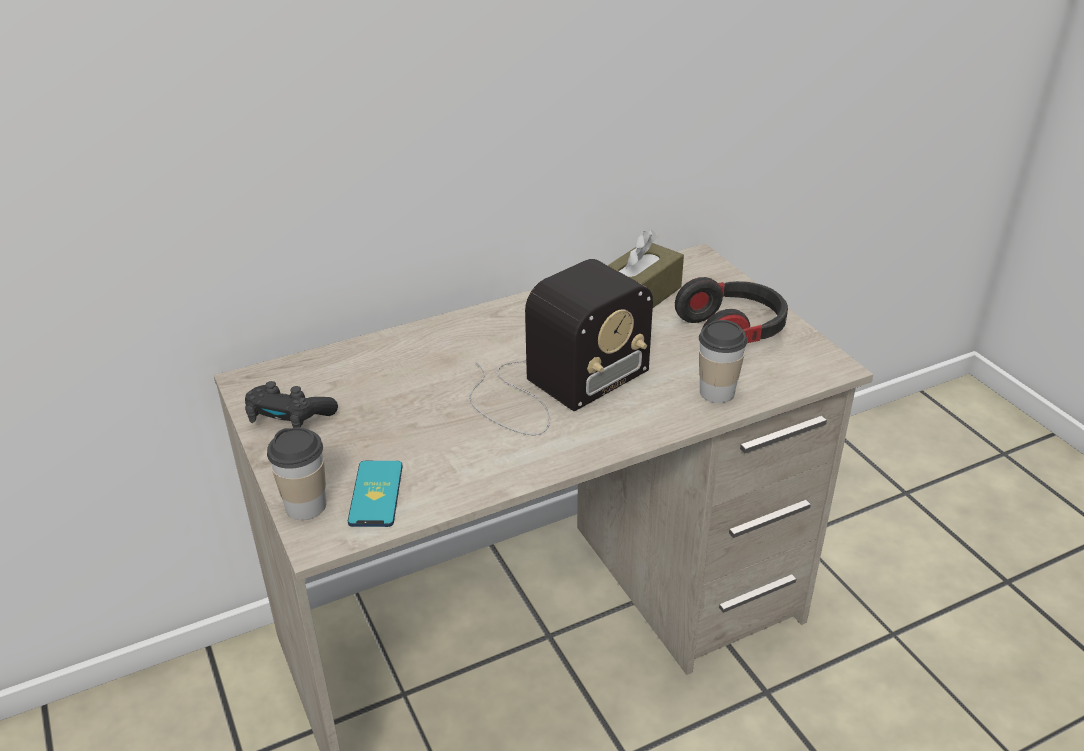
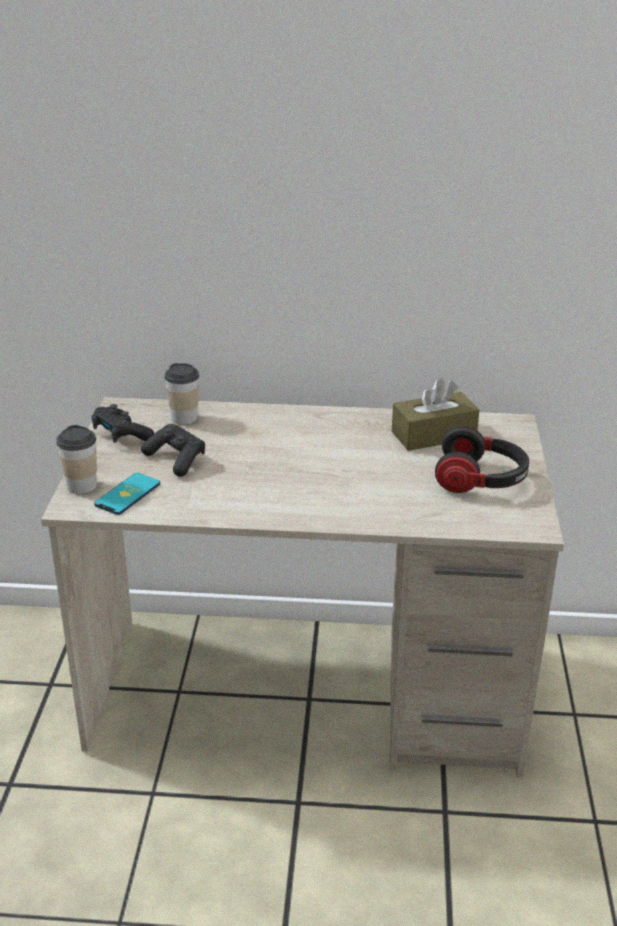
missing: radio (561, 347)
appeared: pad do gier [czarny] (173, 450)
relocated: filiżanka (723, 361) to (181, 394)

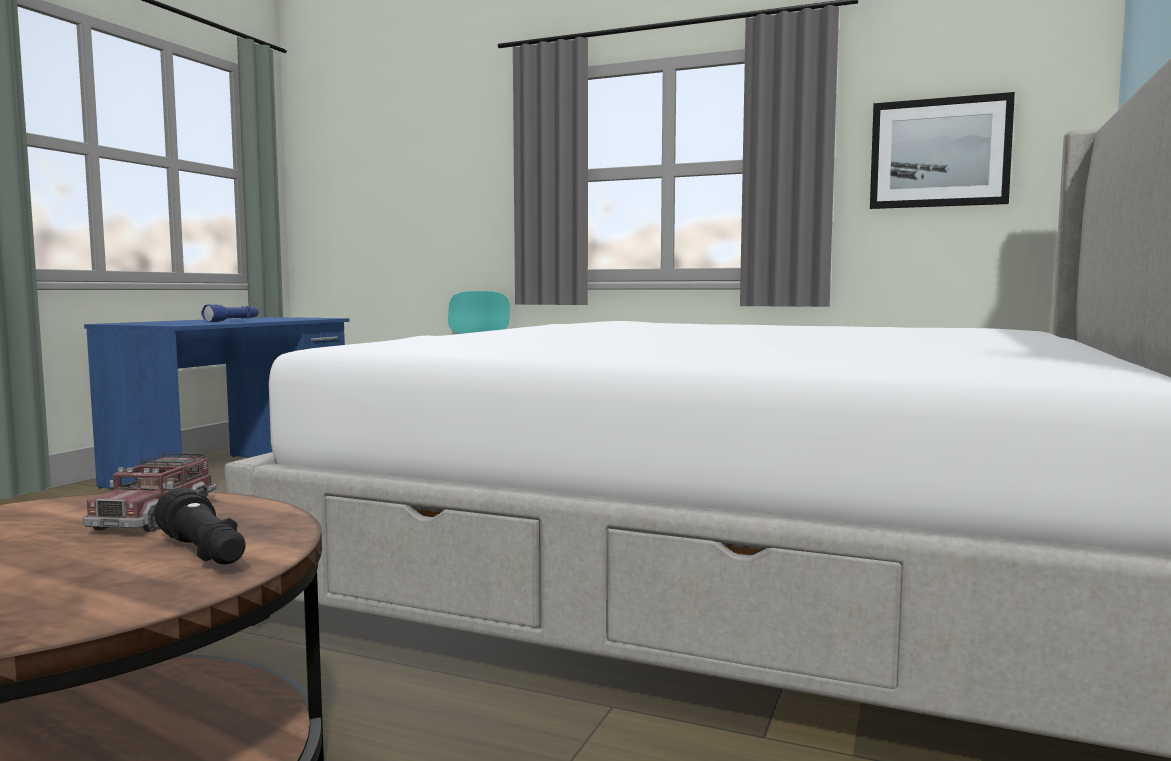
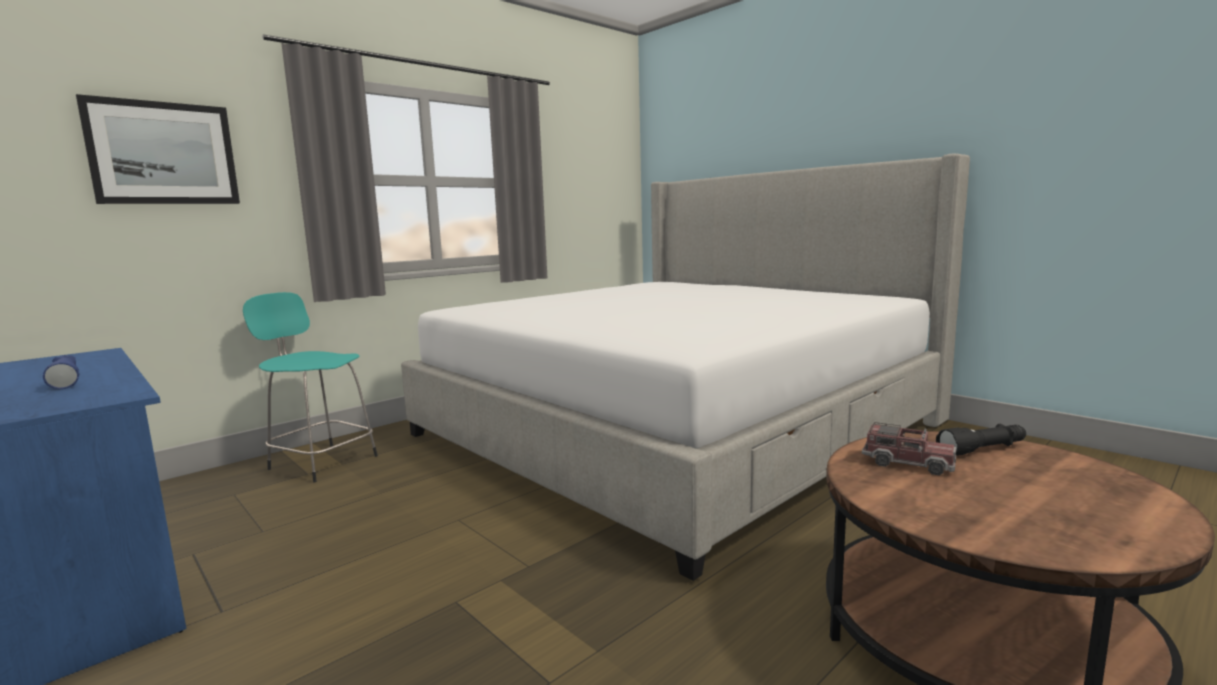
relocated: obraz (942, 150) to (158, 149)

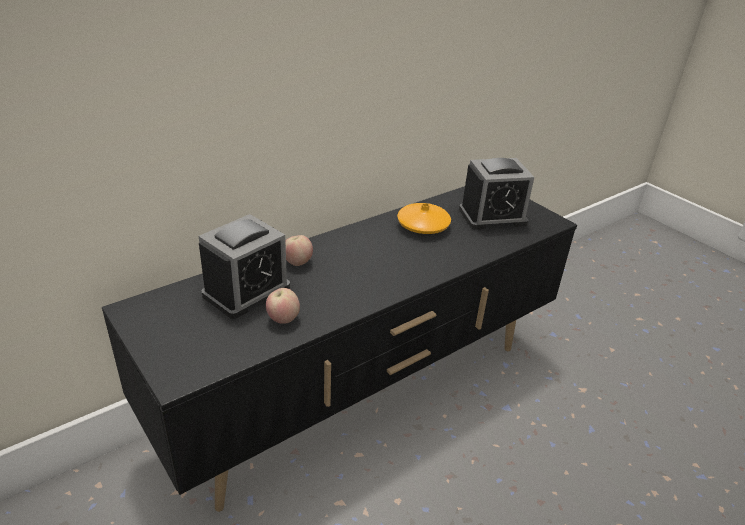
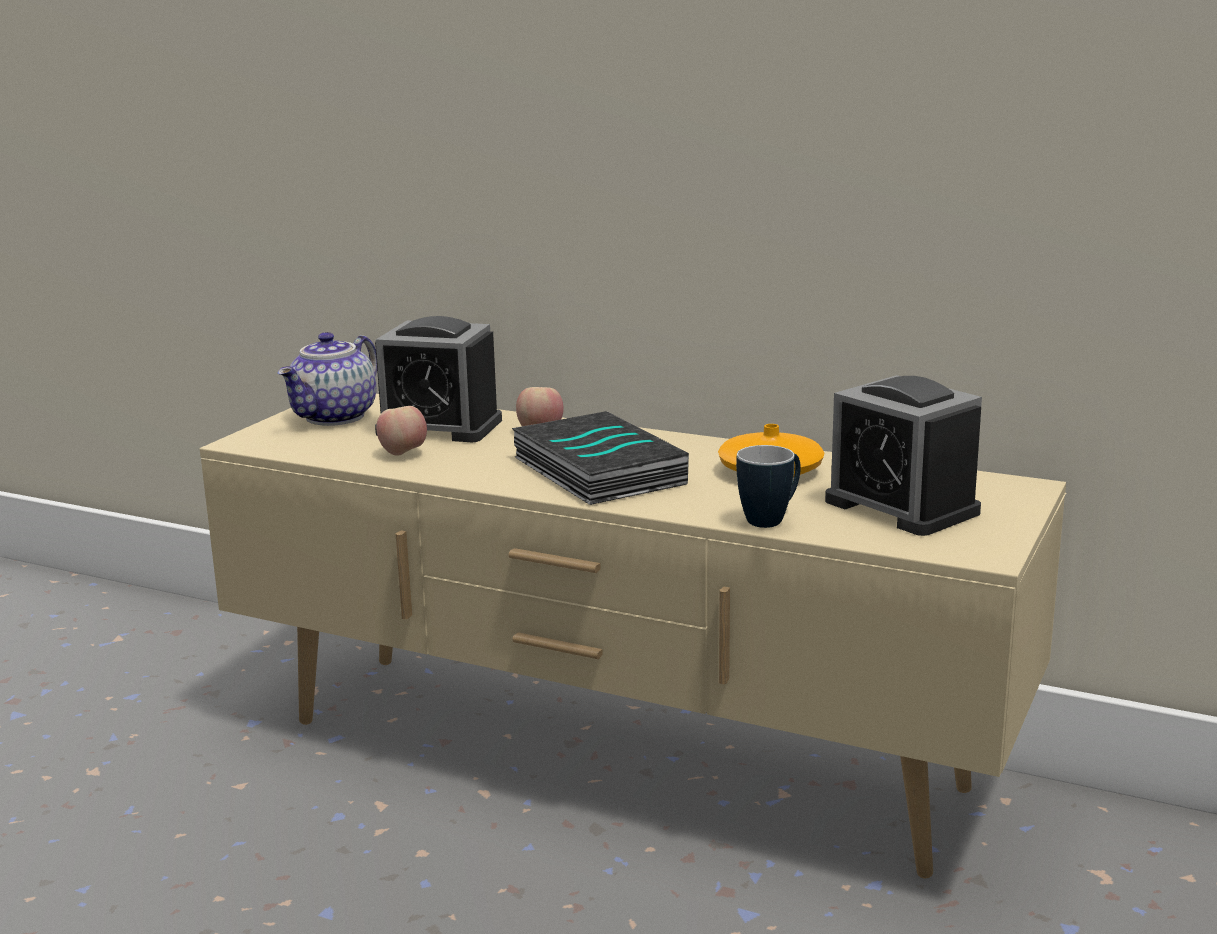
appeared: imbryk (327, 379); książka (600, 458); kubek (768, 486)
colour: szafka pod telewizor [czarny] (339, 349) to szafka pod telewizor [beżowy] (633, 636)

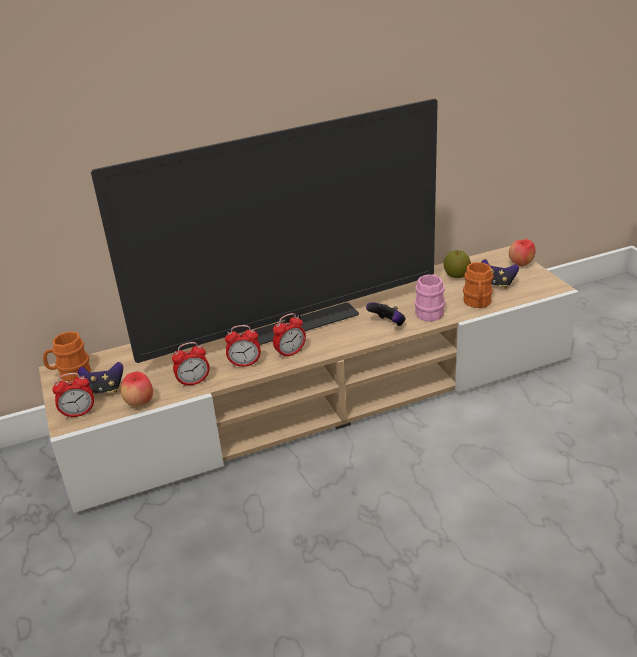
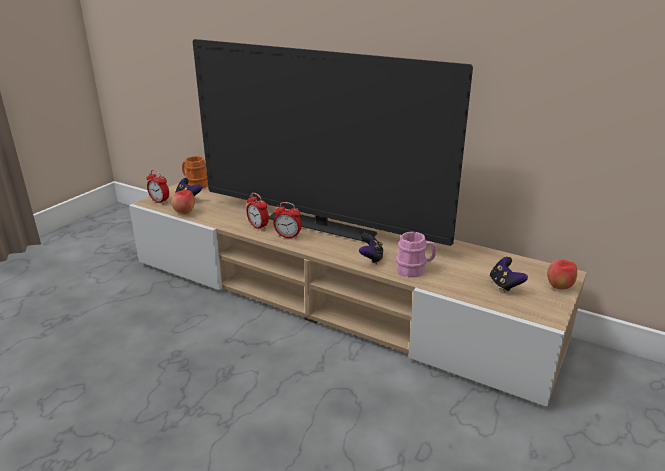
missing: jabłko (457, 264); kubek [pomarańczowy] (478, 285); budzik (191, 365)

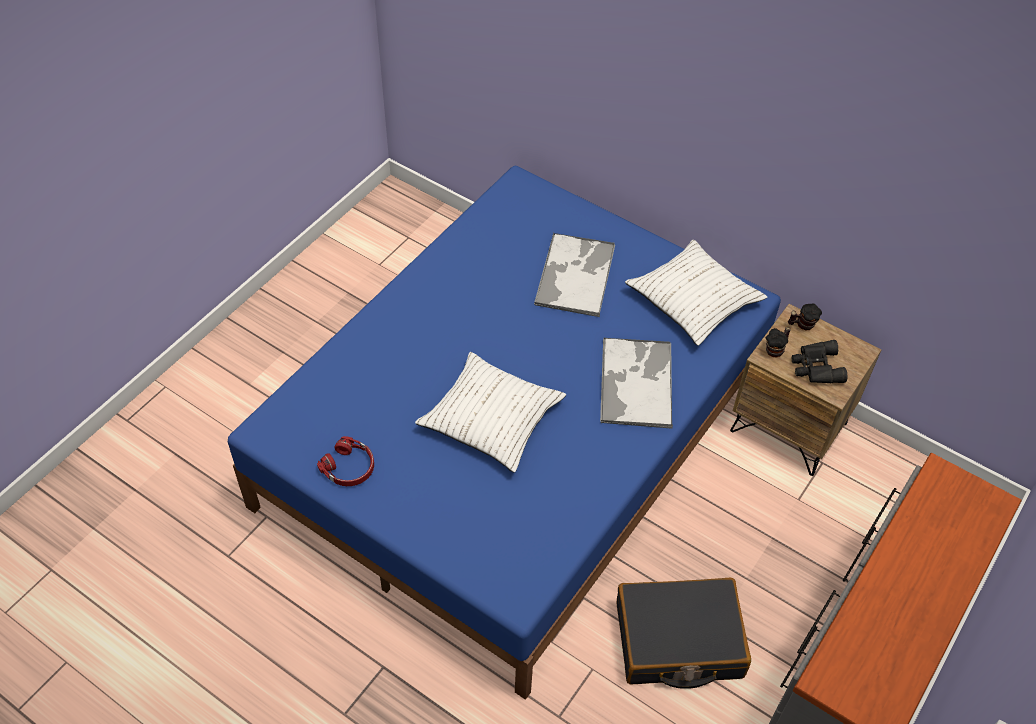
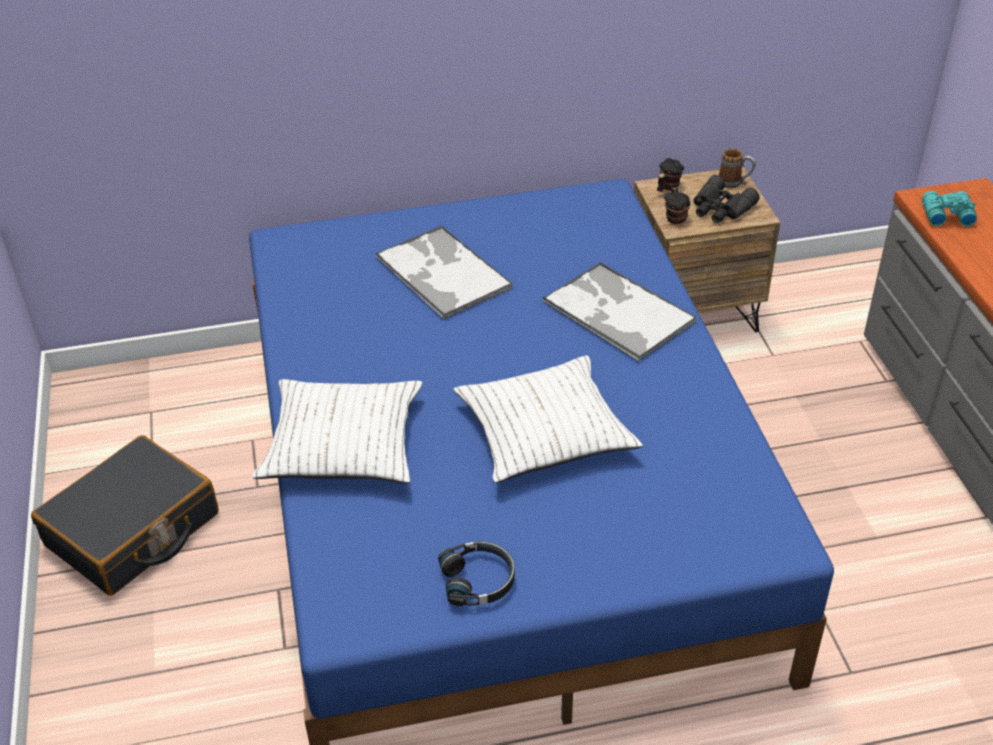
appeared: kubek (737, 168); lornetka [turkusowy] (949, 209)
relocated: poduszka [biały] (696, 293) to (337, 431); walizka [czarny] (683, 633) to (125, 515)
colour: słuchawki [czerwony] (345, 461) to słuchawki [czarny] (476, 573)

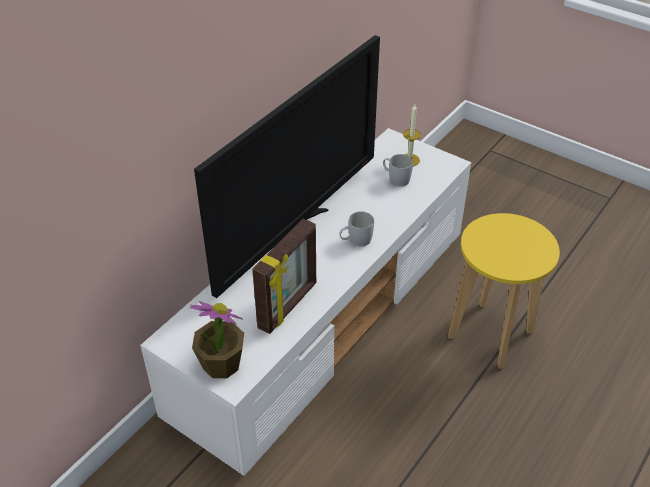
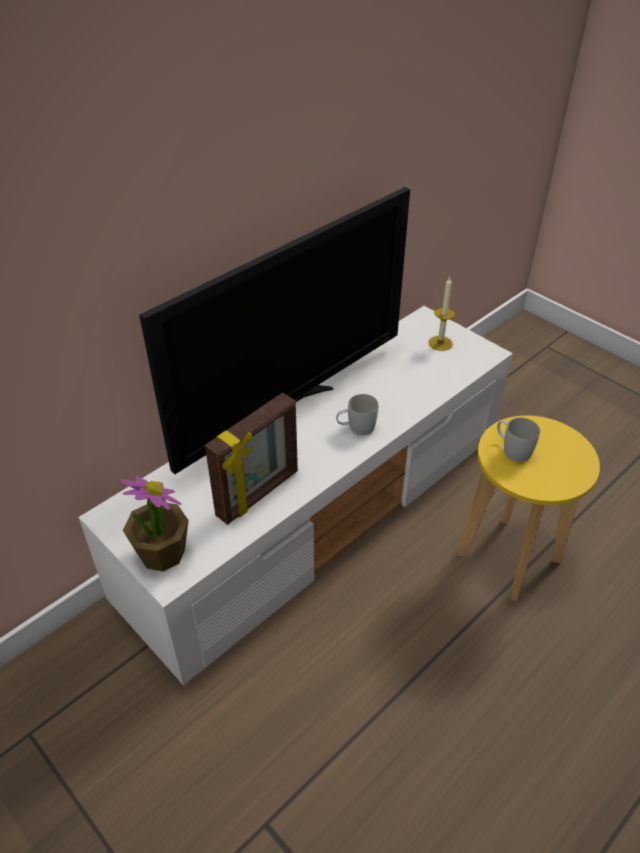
relocated: kubek [biały] (398, 170) to (518, 440)

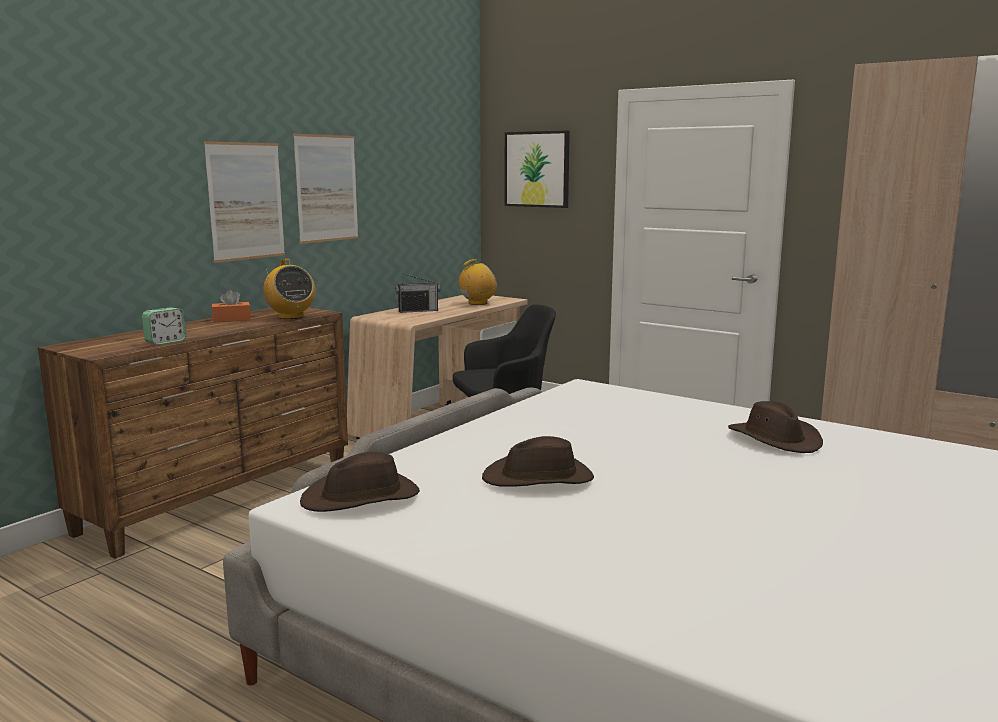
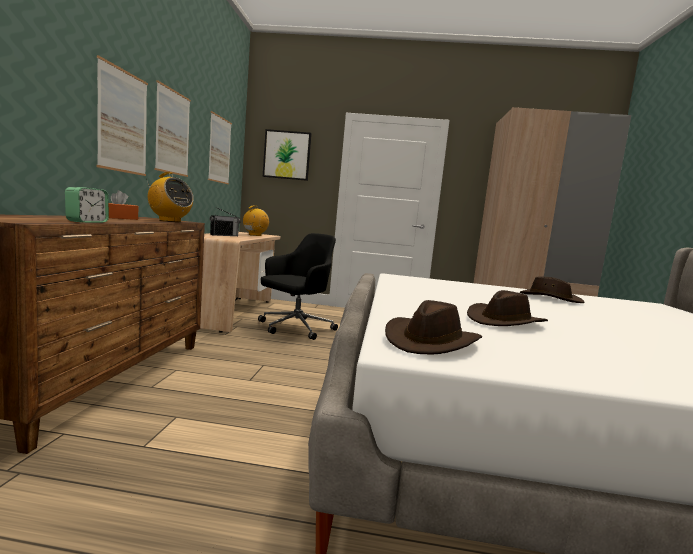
appeared: obraz (220, 147)

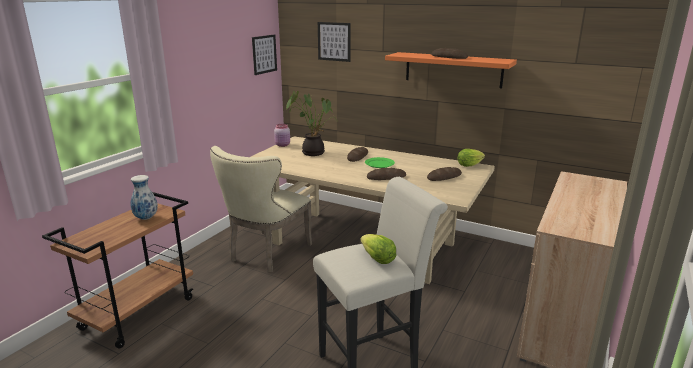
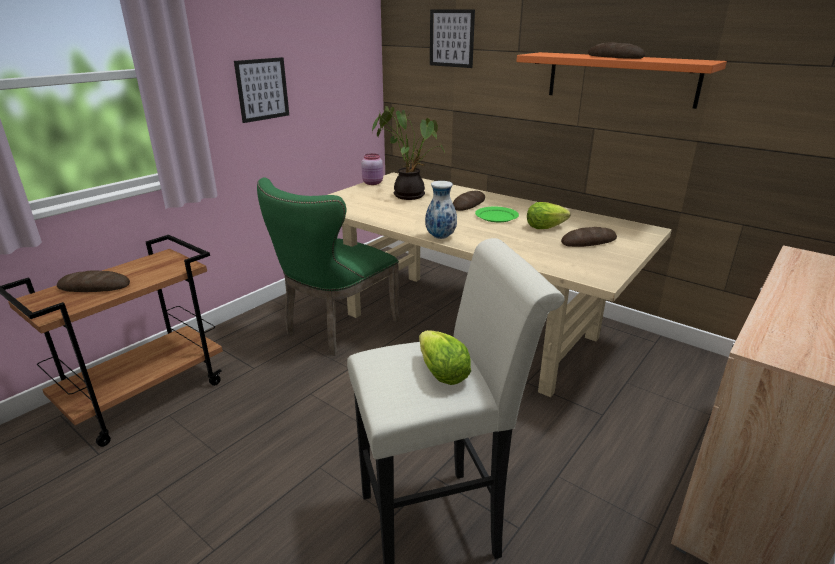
relocated: obraz (264, 55) to (261, 90); sałata (471, 158) to (548, 215); chleb (386, 174) to (93, 281); wazon (144, 197) to (441, 210)
colour: krzesło [beżowy] (261, 209) to krzesło [zielony] (328, 266)

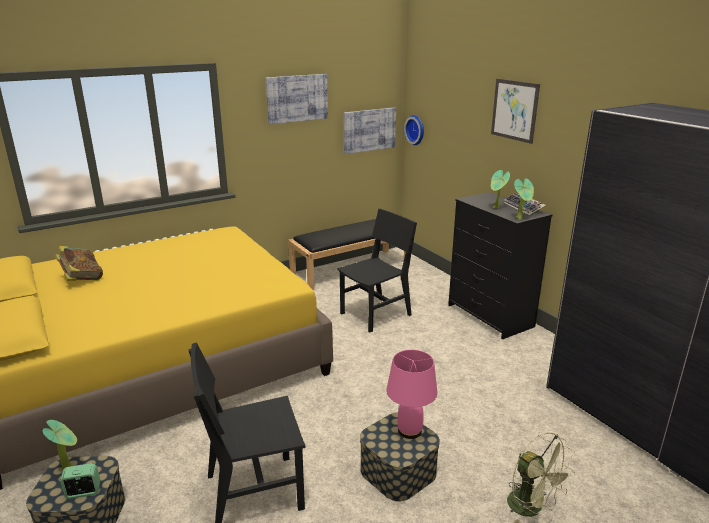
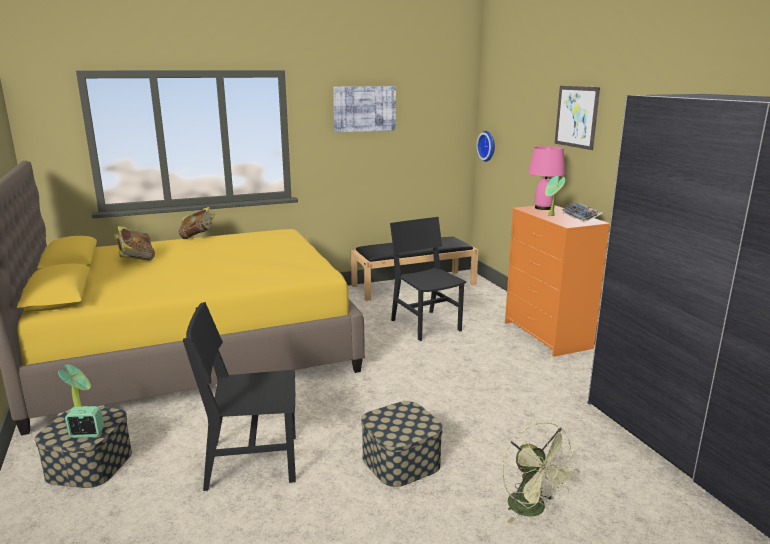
missing: obraz (370, 130); roślina doniczkowa (524, 199)
appeared: książka (196, 223)
relocated: lampa stołowa [różowy] (411, 394) to (546, 178)
colour: komoda [czarny] (500, 265) to komoda [pomarańczowy] (557, 281)
spun: krzesło [czarny] (377, 270) = (428, 279) 90 degrees counterclockwise

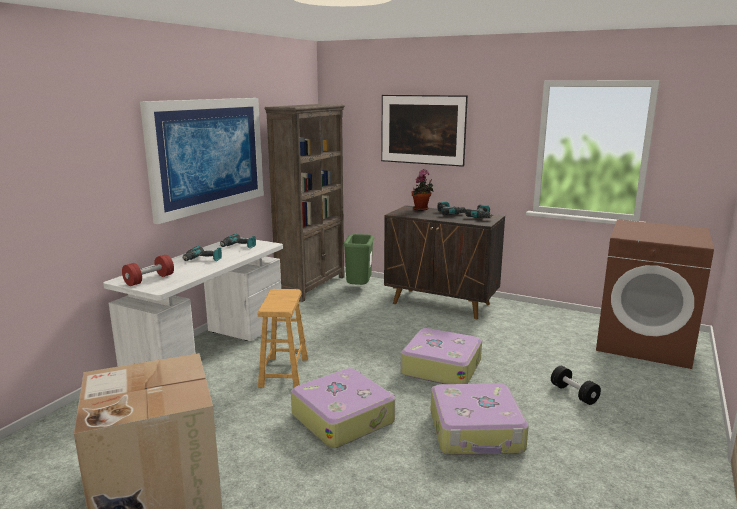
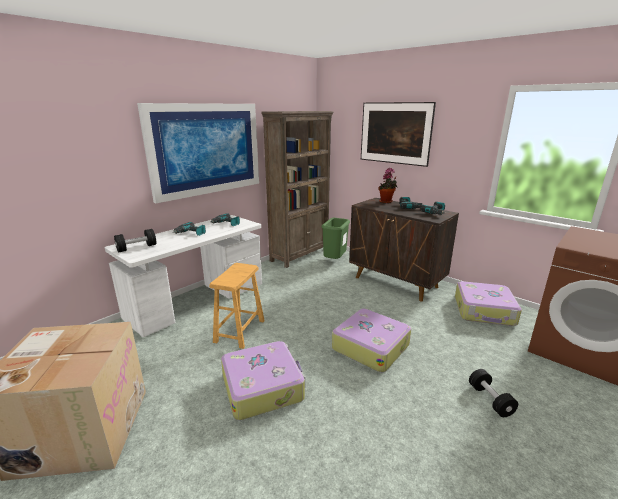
relocated: walizka (479, 419) to (488, 303)
colour: hantel [czerwony] (148, 270) to hantel [czarny] (135, 240)

